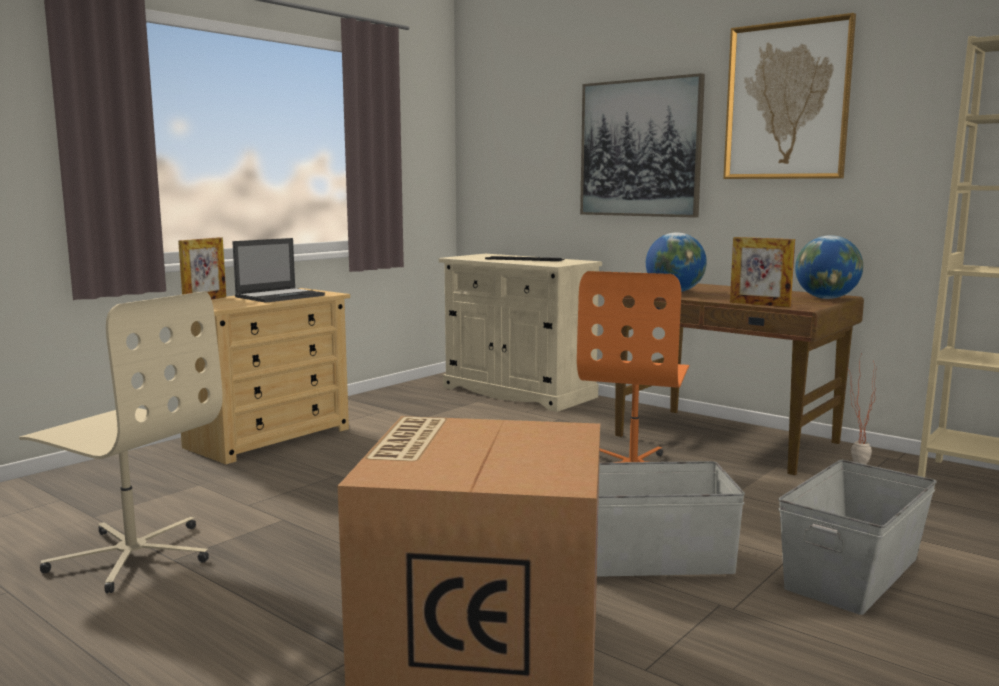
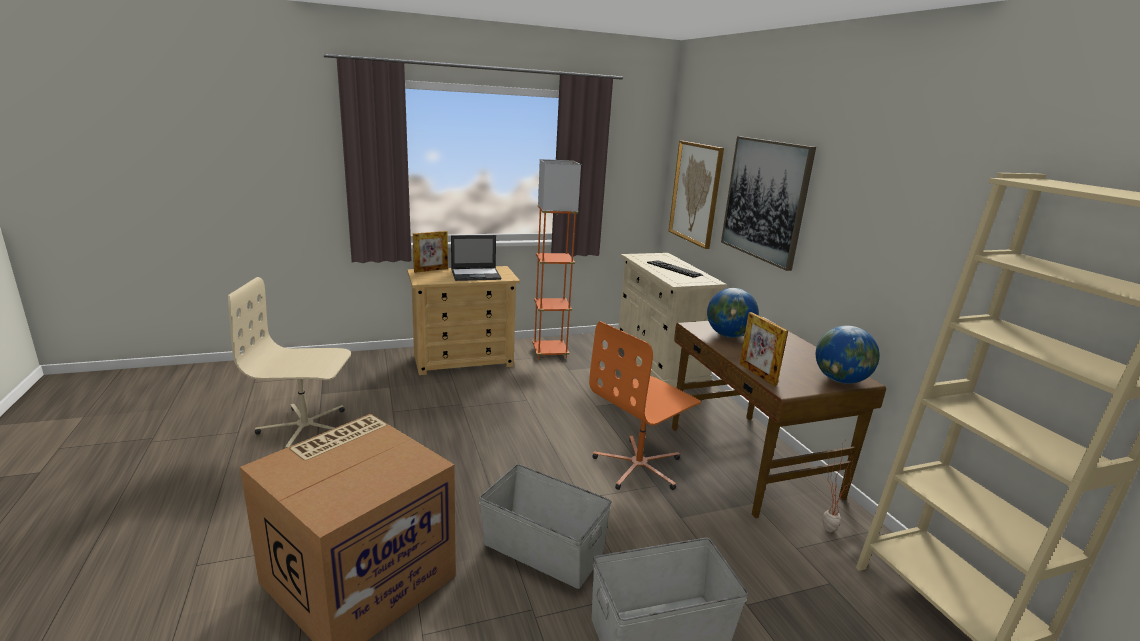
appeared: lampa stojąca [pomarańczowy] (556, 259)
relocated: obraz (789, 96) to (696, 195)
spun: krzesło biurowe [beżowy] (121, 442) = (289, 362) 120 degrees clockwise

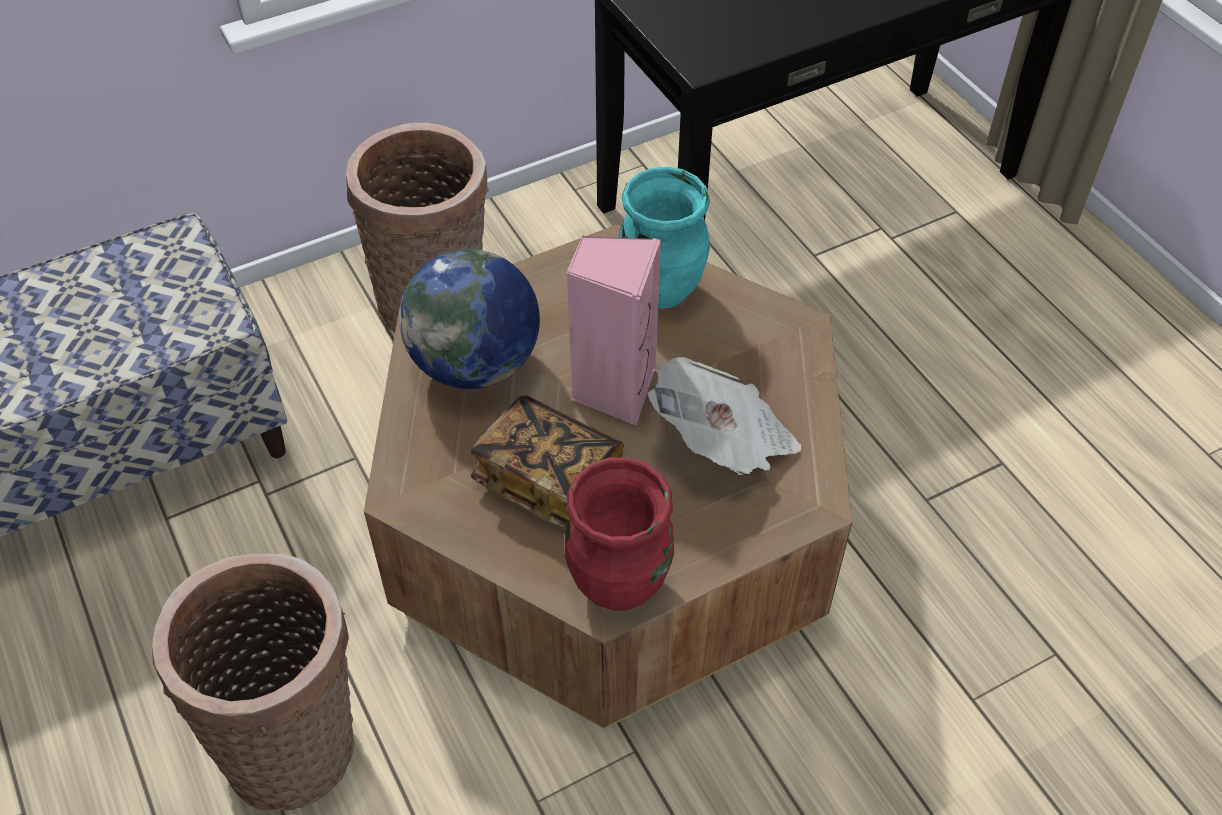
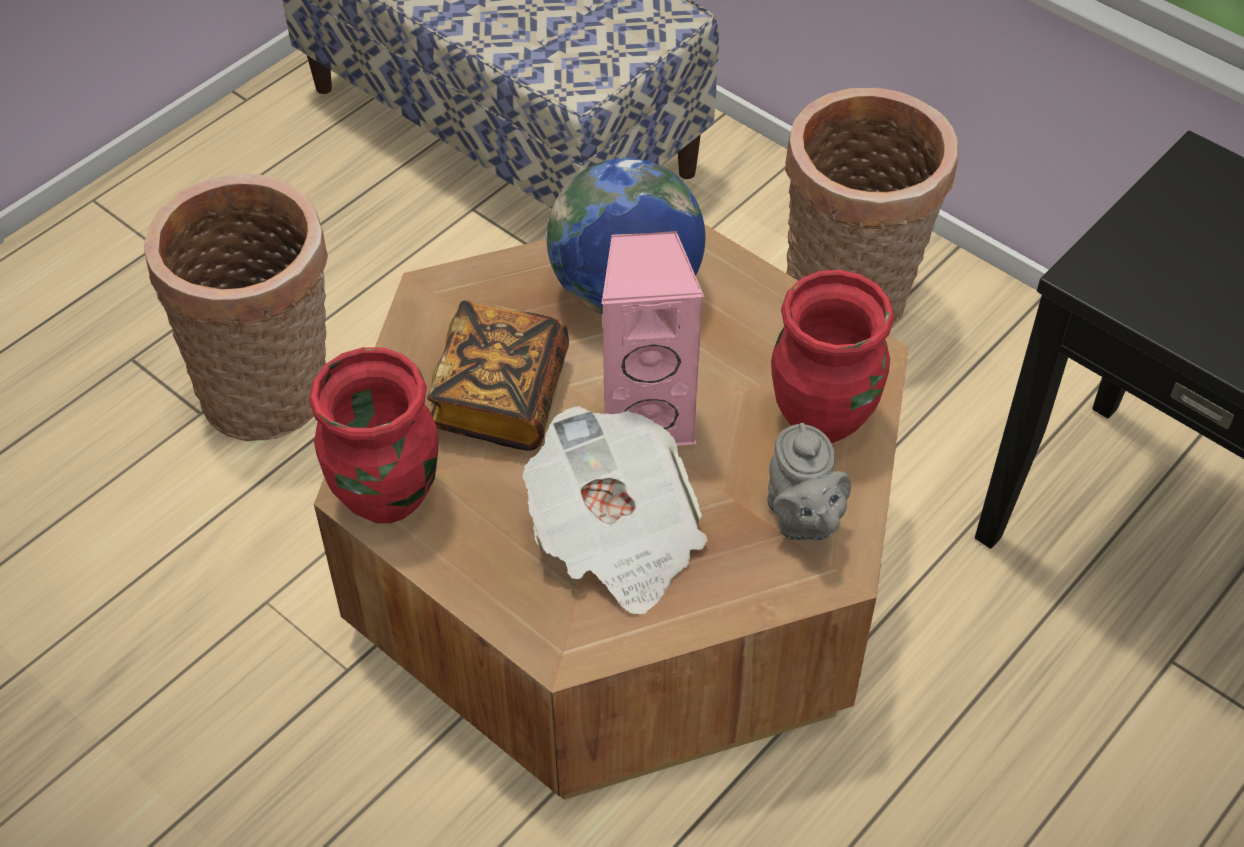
appeared: imbryk [szary] (809, 481)
colour: wazon [turkusowy] (664, 238) to wazon [czerwony] (832, 356)

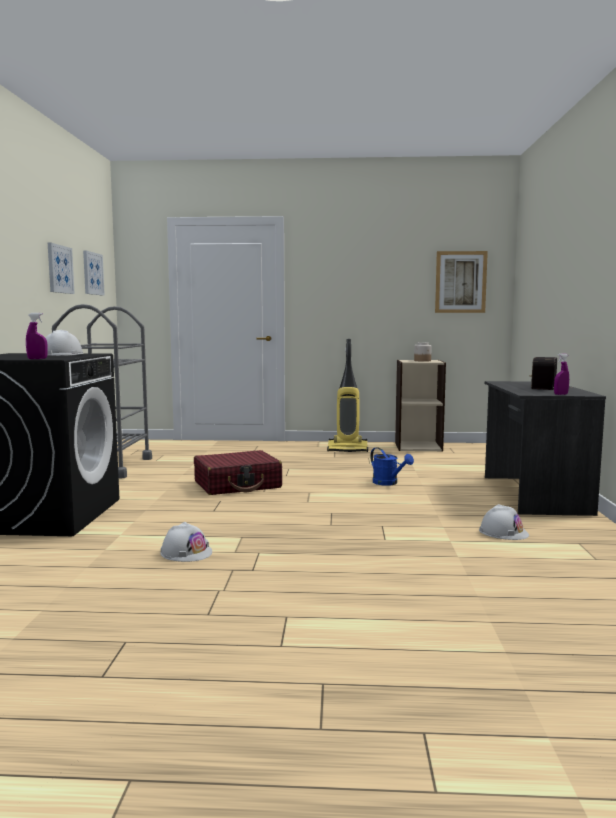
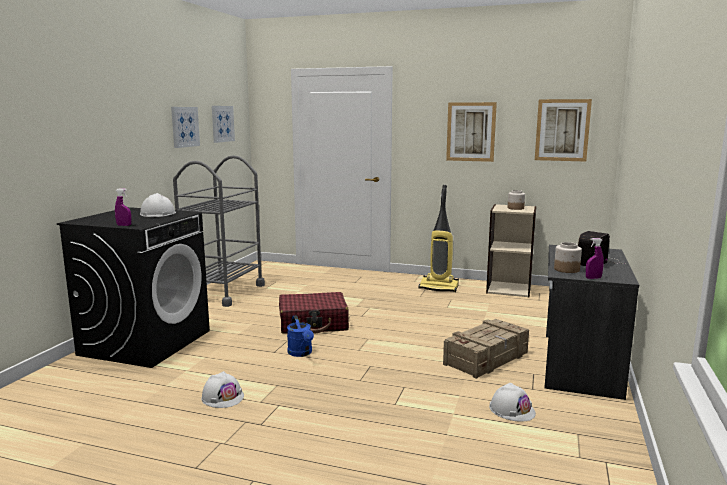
appeared: obraz (471, 132); słoik (568, 257); skrzynka (486, 349)
relocated: konewka [niebieski] (392, 466) to (300, 336)

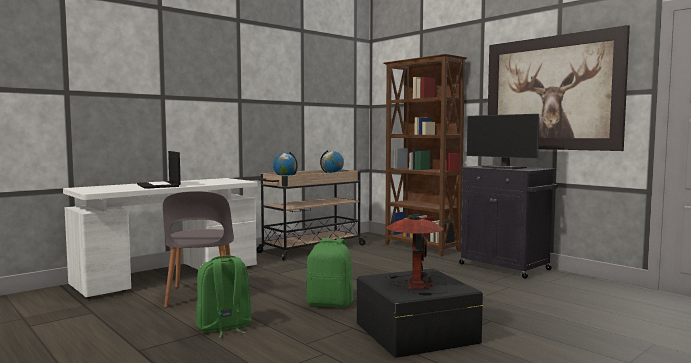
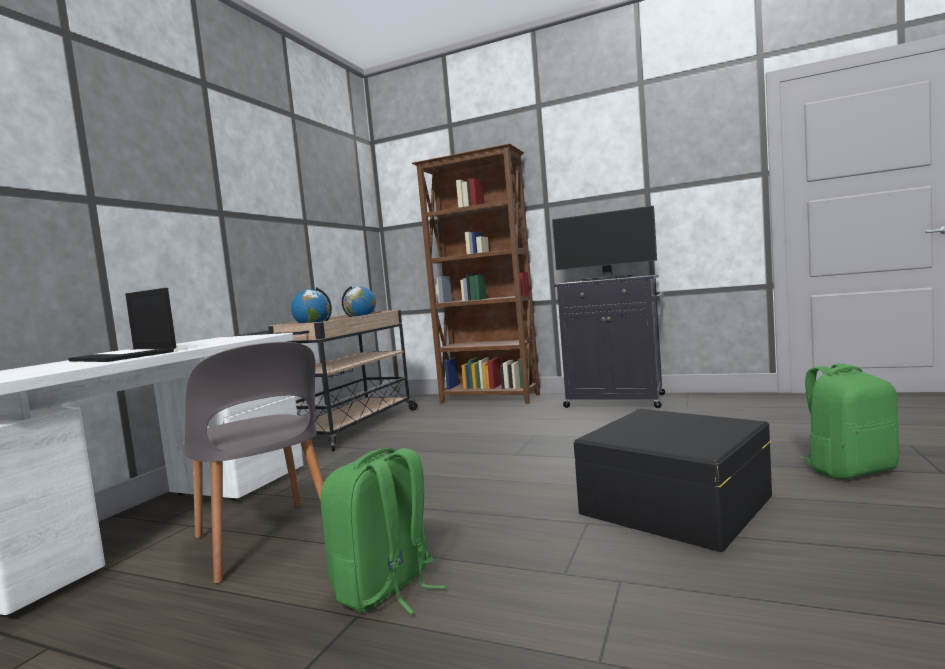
missing: obraz (559, 88); lampa stołowa (417, 256)
relocated: plecak [zielony] (330, 273) to (849, 421)

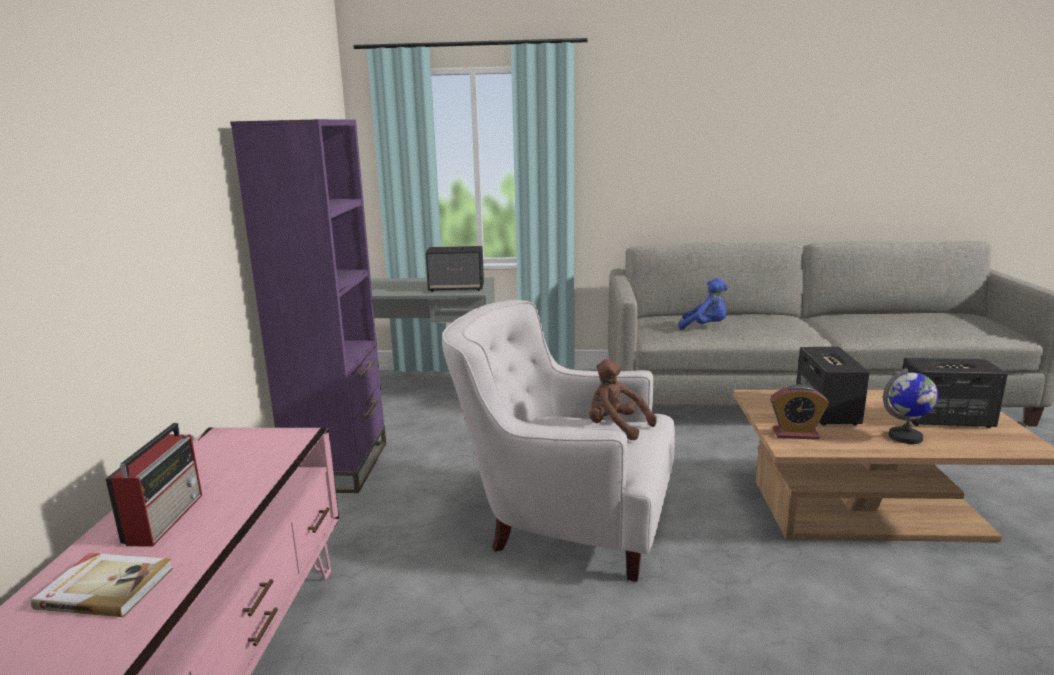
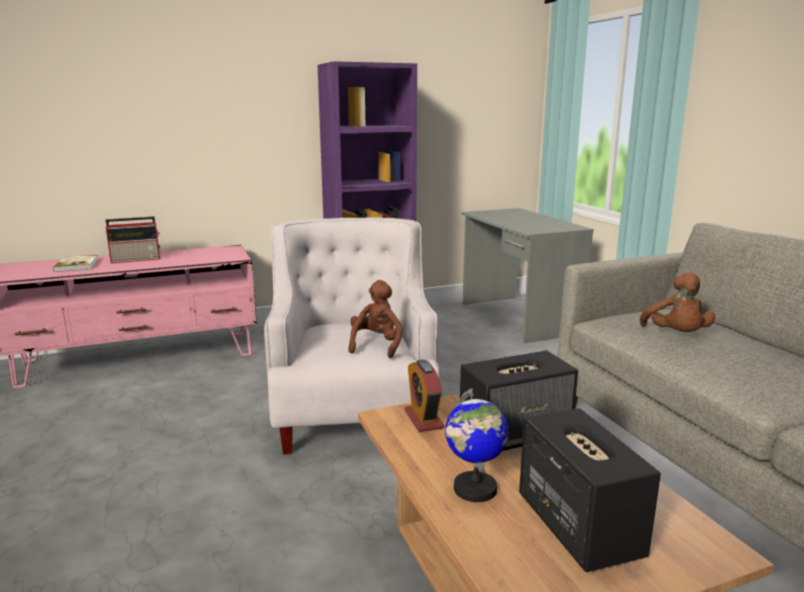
missing: głośnik (454, 269)
colour: pluszak [niebieski] (703, 304) to pluszak [brązowy] (677, 302)

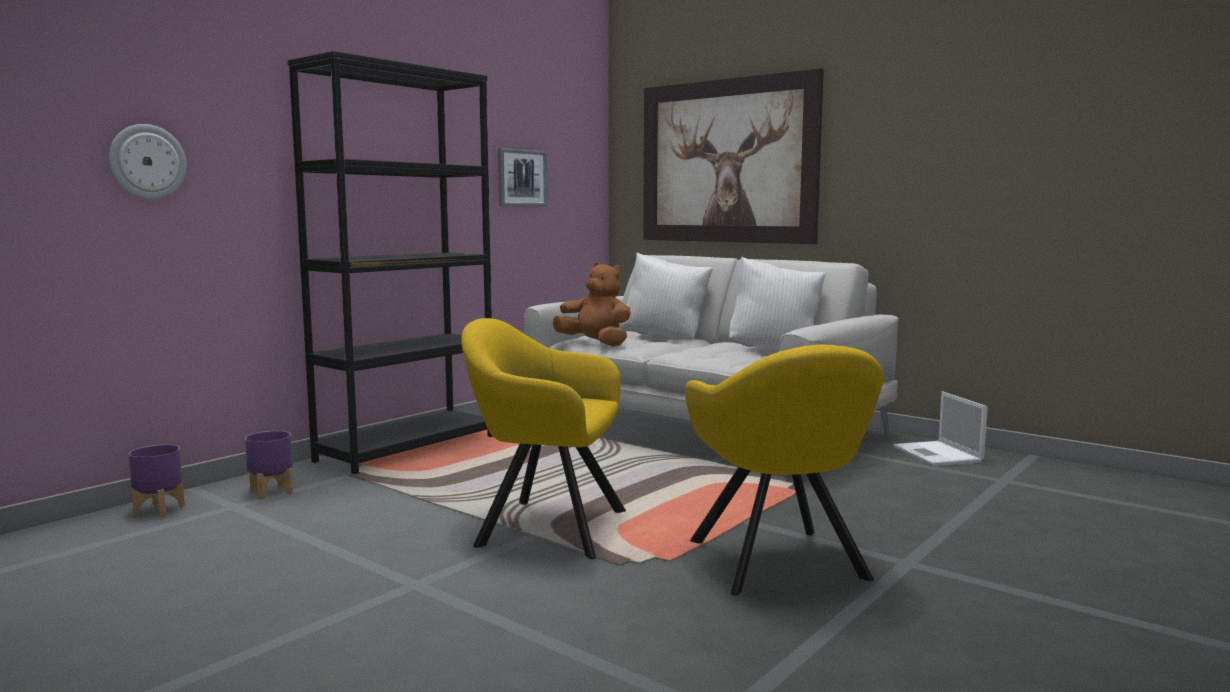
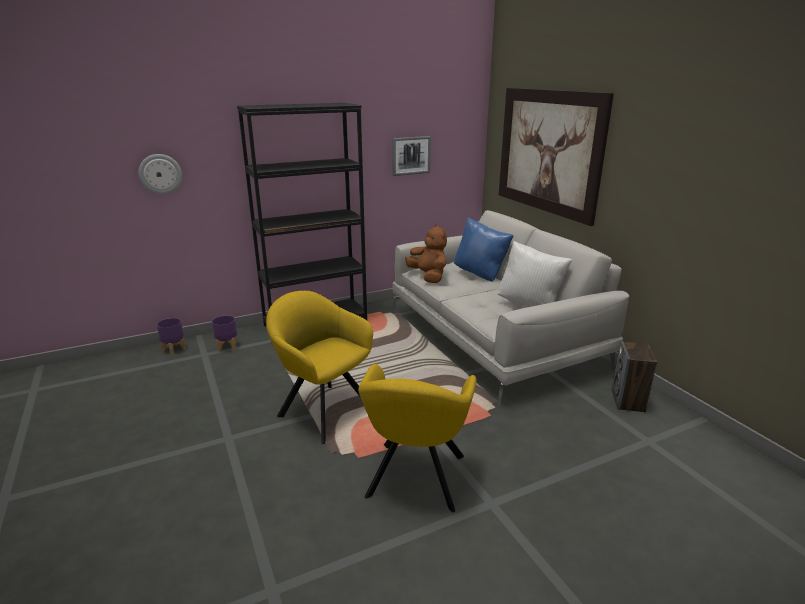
exchanged: laptop (940, 428) to głośnik (634, 376)
colour: poduszka [biały] (668, 296) to poduszka [niebieski] (484, 250)

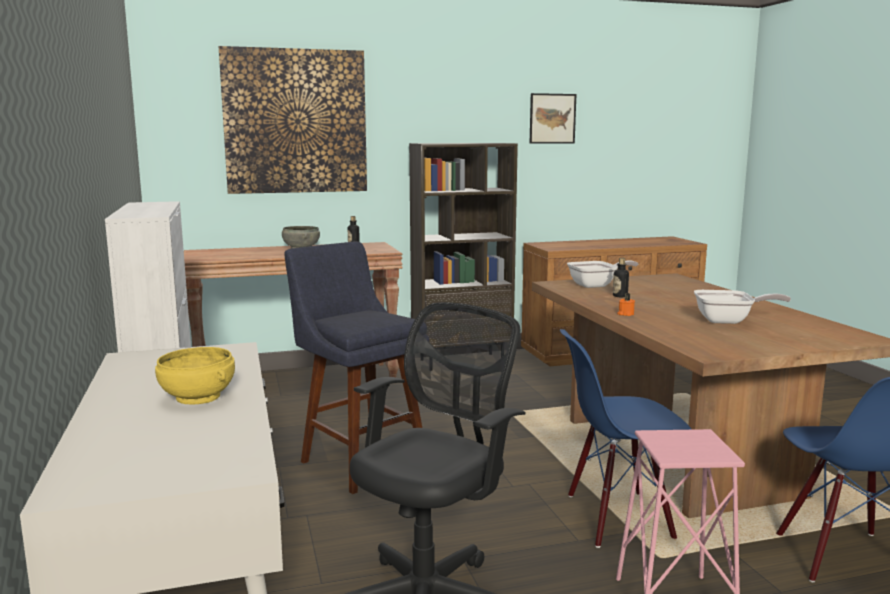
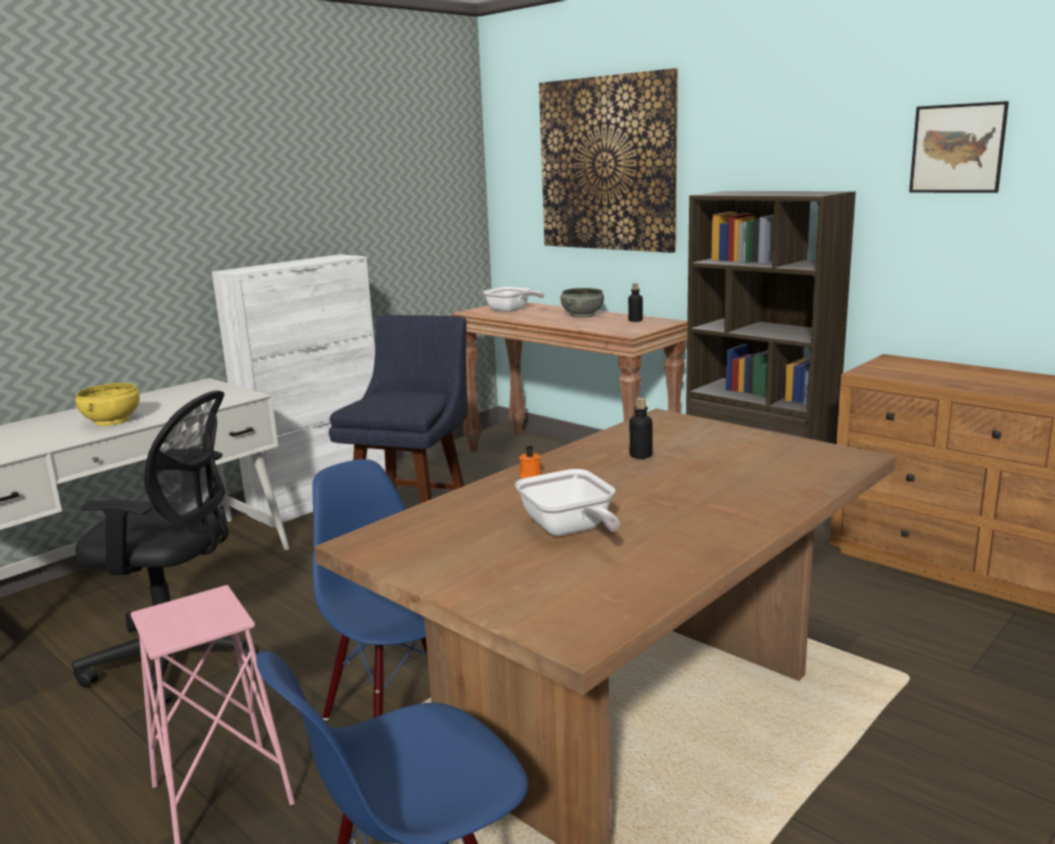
relocated: patelnia (602, 274) to (513, 299)

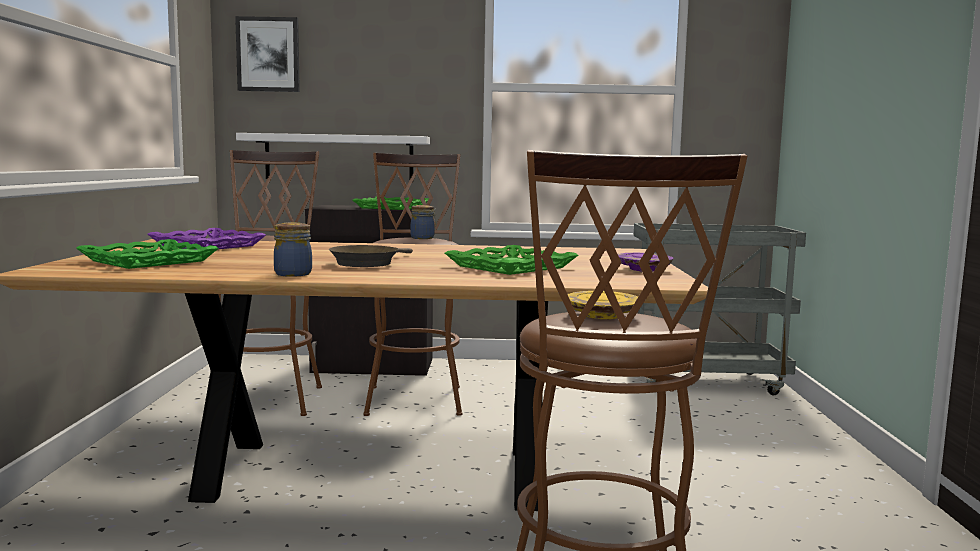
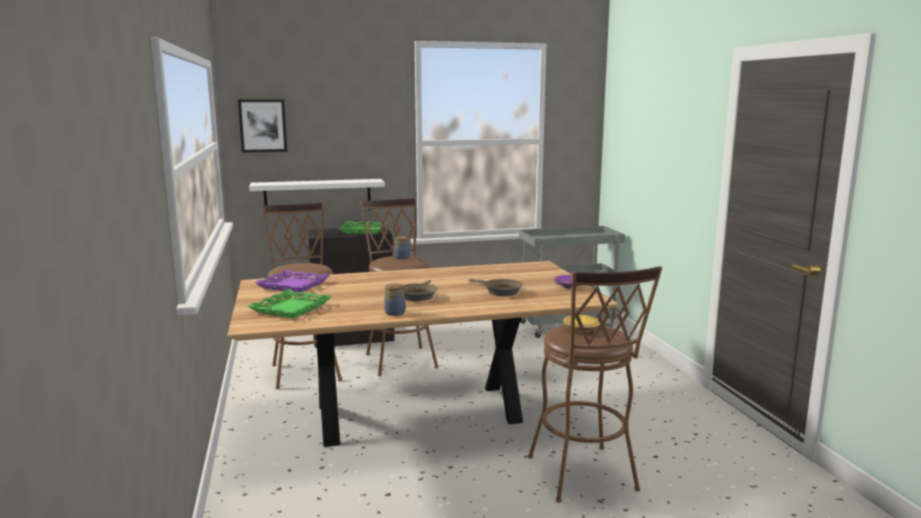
exchanged: taca [zielony] (511, 260) to patelnia [brązowy] (496, 287)

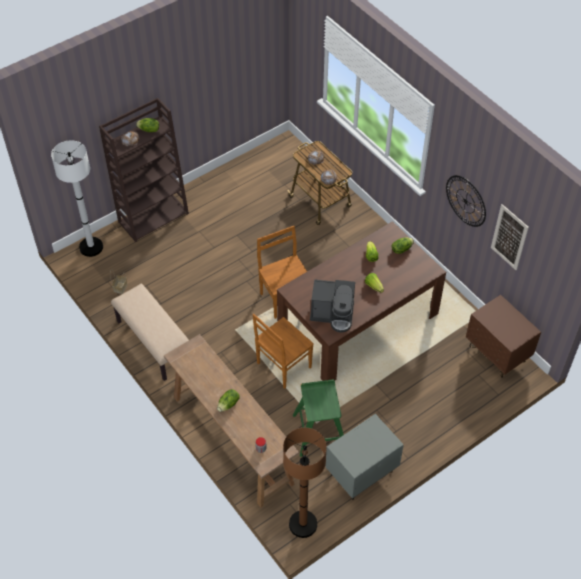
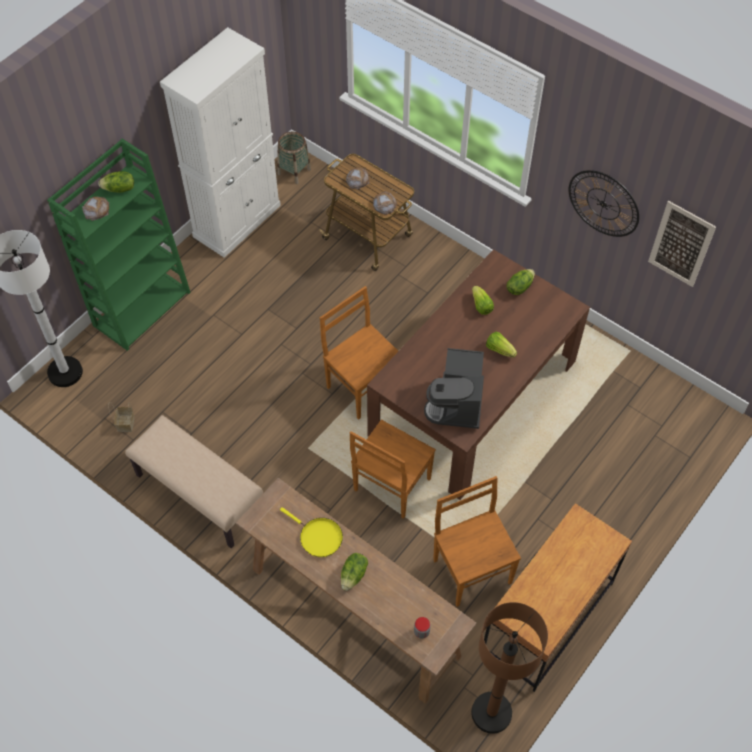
missing: szafka nocna [brązowy] (503, 336)
appeared: szafka [biały] (220, 142); koszyk (294, 158); patelnia [żółty] (311, 532)
exchanged: stołek [zielony] (318, 418) to krzesło [brązowy] (477, 541); szafka nocna [szary] (365, 457) to biurko [brązowy] (558, 597)
colour: regał [brązowy] (144, 170) to regał [zielony] (119, 245)
spun: ekspres do kawy (332, 306) = (454, 388) 105 degrees clockwise

